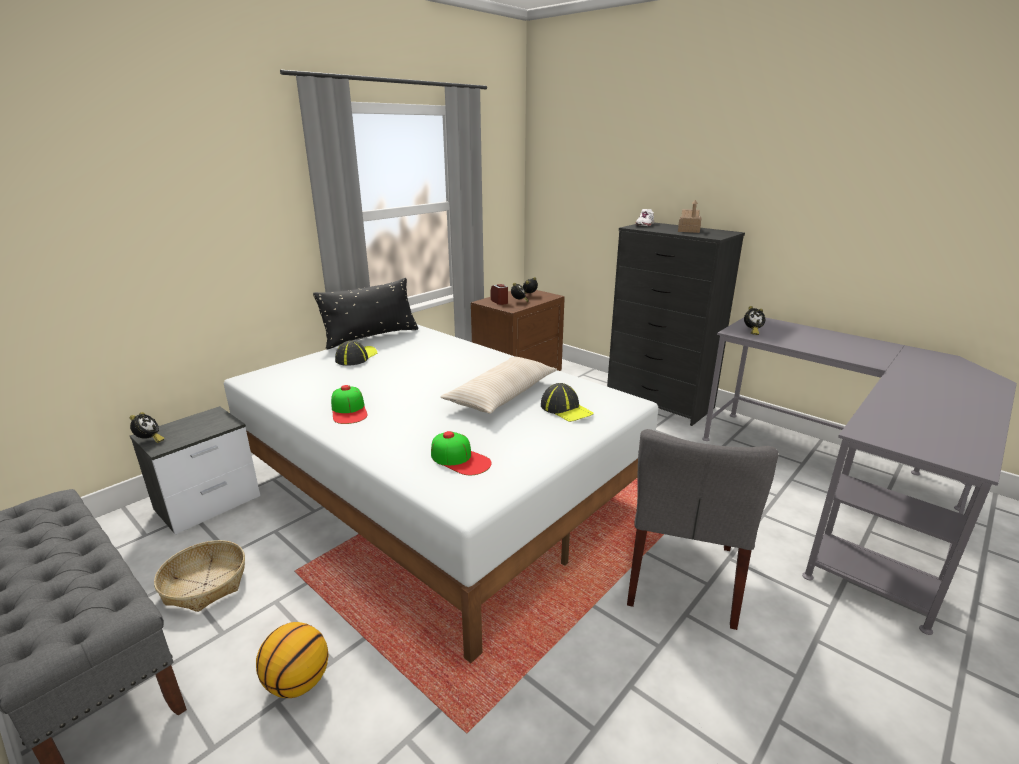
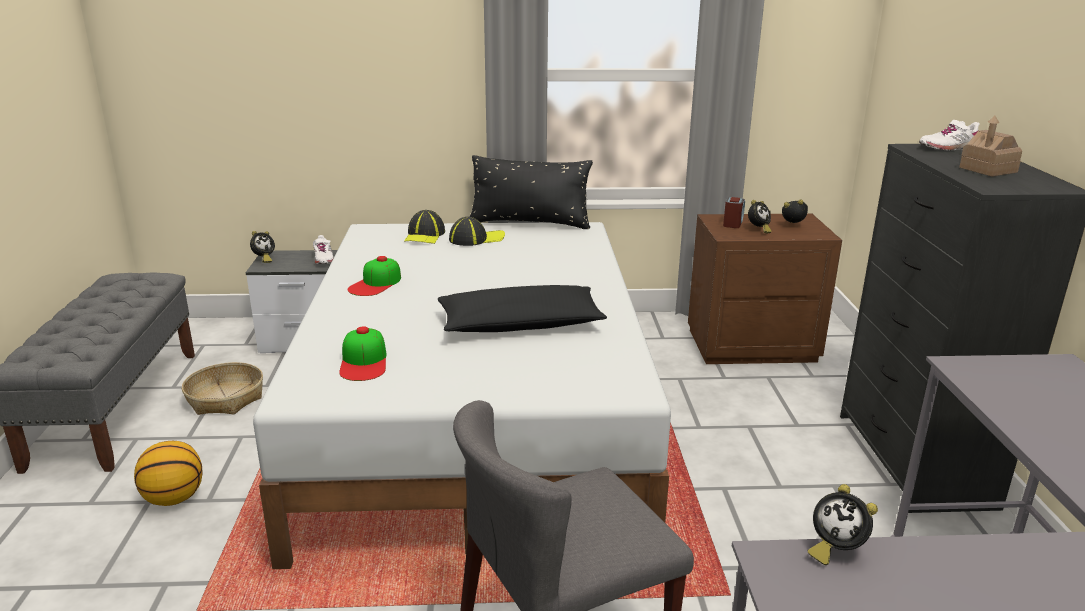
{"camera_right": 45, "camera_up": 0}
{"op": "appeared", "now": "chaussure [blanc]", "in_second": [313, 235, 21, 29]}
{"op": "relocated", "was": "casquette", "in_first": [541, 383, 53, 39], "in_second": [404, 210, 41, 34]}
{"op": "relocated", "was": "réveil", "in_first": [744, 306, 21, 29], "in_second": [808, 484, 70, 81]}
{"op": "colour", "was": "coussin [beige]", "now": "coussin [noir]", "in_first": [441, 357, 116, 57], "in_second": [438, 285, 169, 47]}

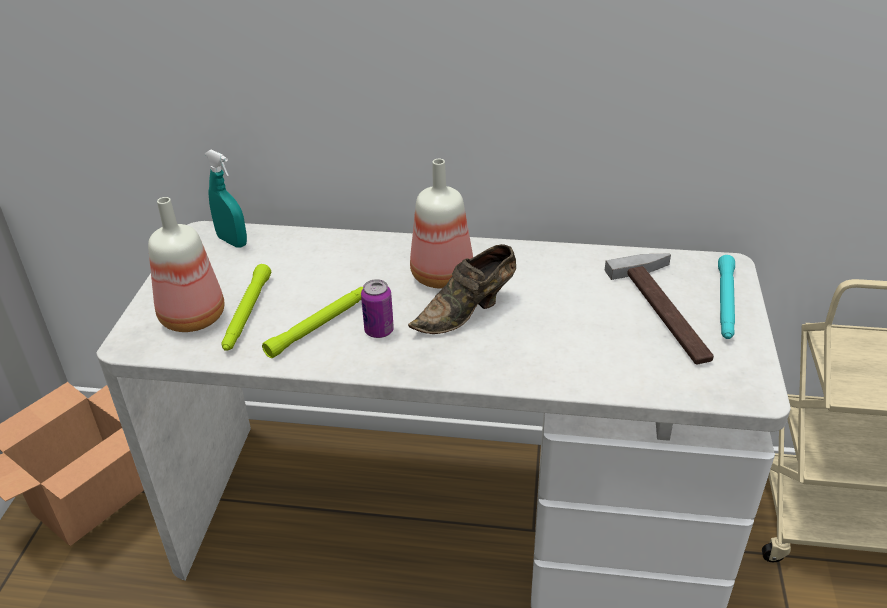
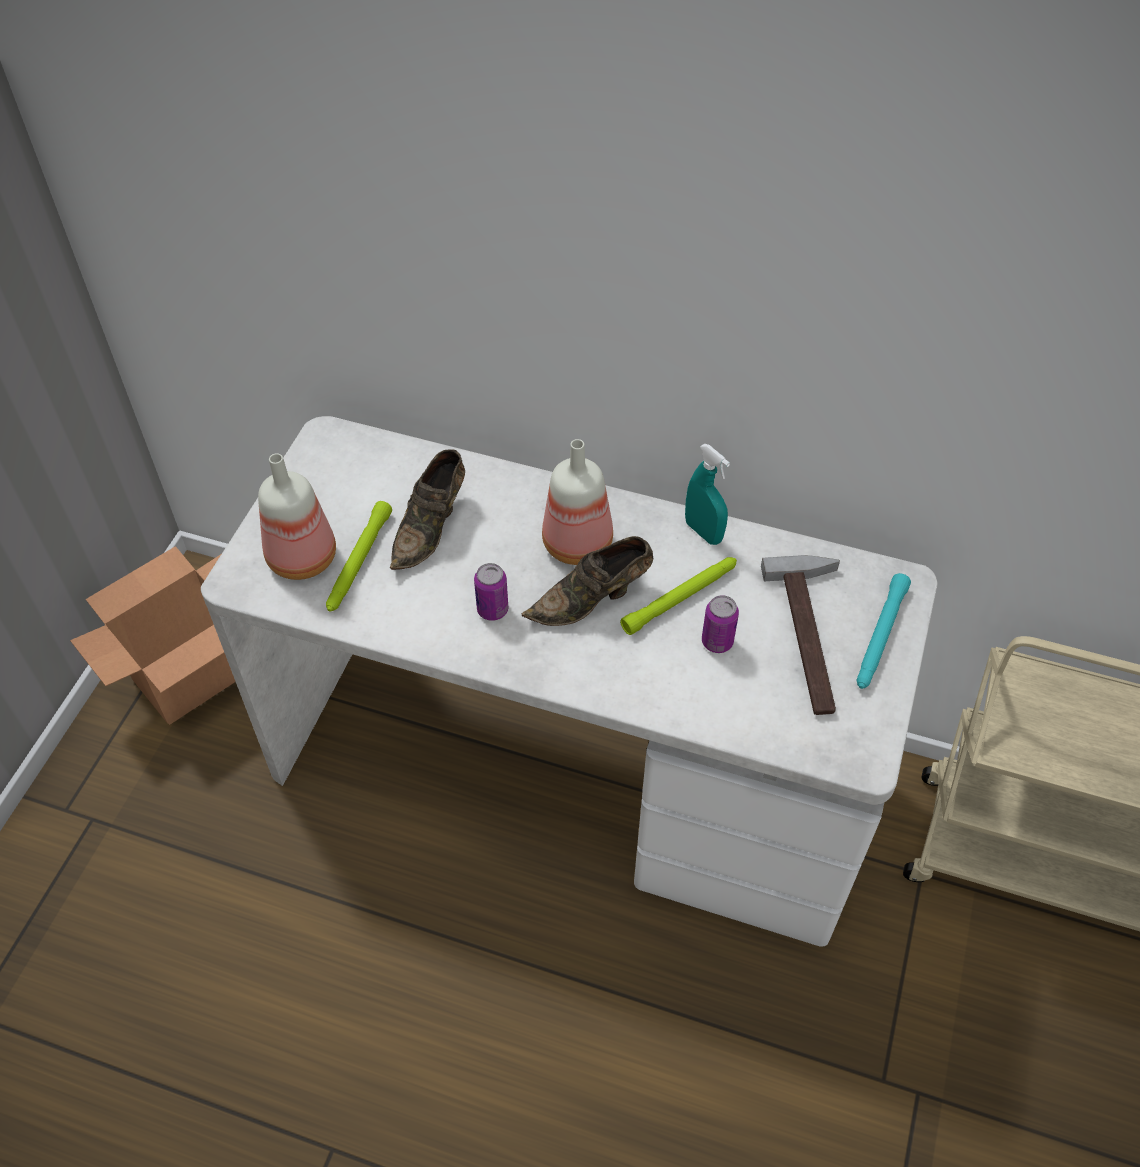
{"camera_right": 10, "camera_up": 15}
{"op": "appeared", "now": "chaussure [marron]", "in_second": [390, 450, 75, 120]}
{"op": "appeared", "now": "boîte métallique", "in_second": [702, 595, 37, 58]}
{"op": "relocated", "was": "vaporisateur [turquoise]", "in_first": [205, 150, 42, 98], "in_second": [685, 444, 45, 101]}
{"op": "relocated", "was": "lampe de poche [vert]", "in_first": [262, 287, 101, 71], "in_second": [620, 557, 117, 78]}

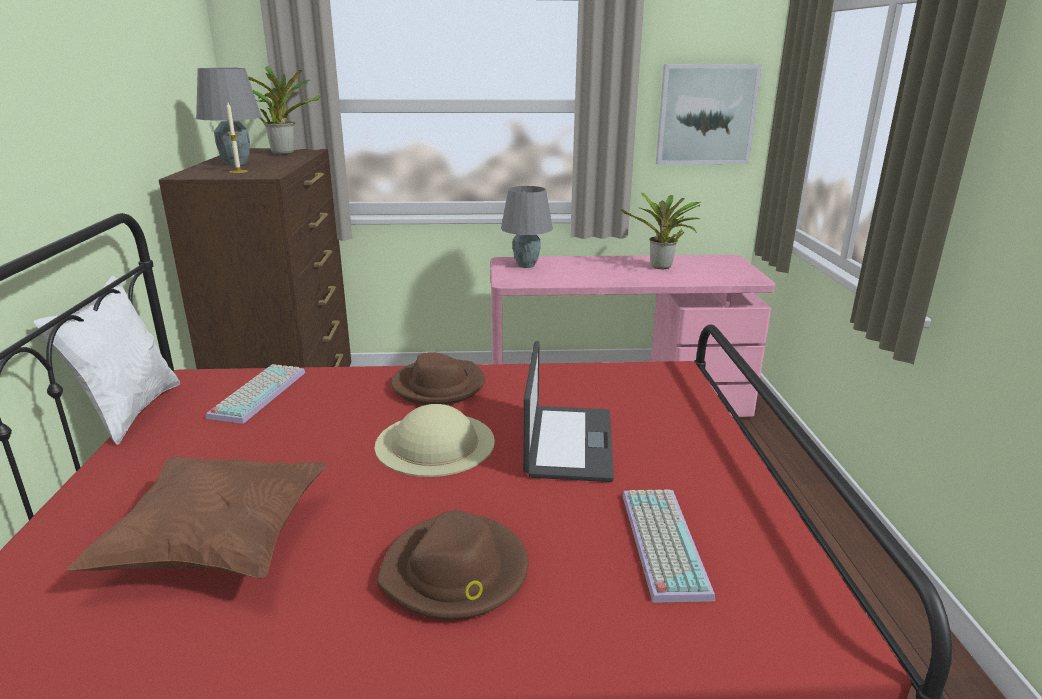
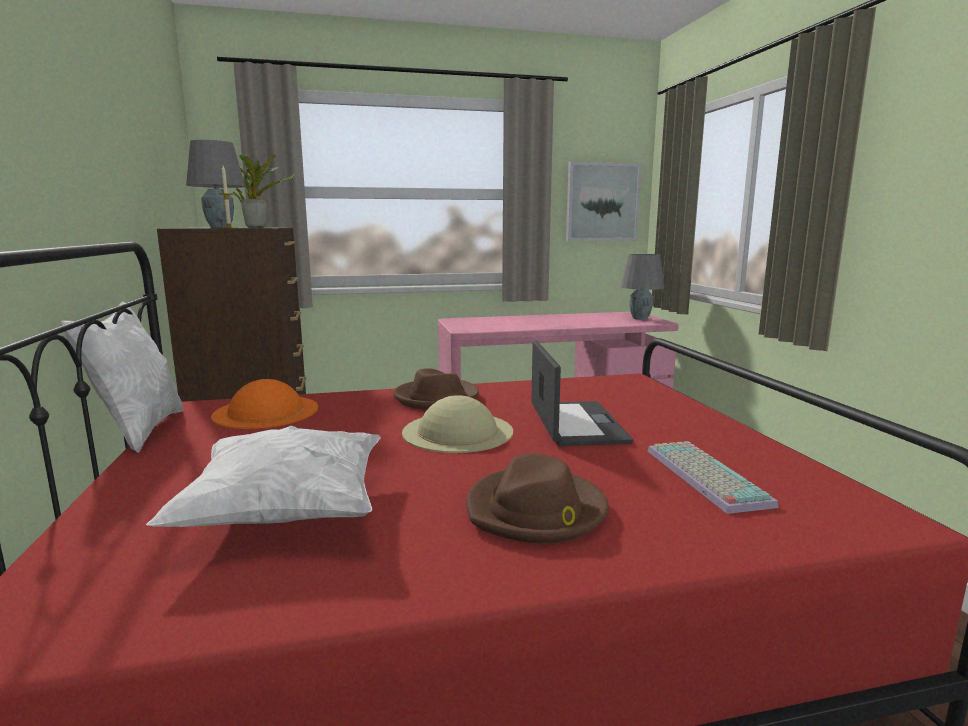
{"camera_right": -10, "camera_up": -10}
{"op": "missing", "was": "plante en pot", "in_first": [621, 193, 80, 76]}
{"op": "relocated", "was": "lampe de table [gris]", "in_first": [501, 186, 52, 82], "in_second": [620, 254, 44, 66]}
{"op": "exchanged", "was": "clavier", "now": "chapeau [orange]", "in_first": [206, 364, 99, 60], "in_second": [211, 379, 107, 50]}
{"op": "colour", "was": "coussin [marron]", "now": "coussin [blanc]", "in_first": [67, 456, 260, 123], "in_second": [146, 426, 235, 101]}

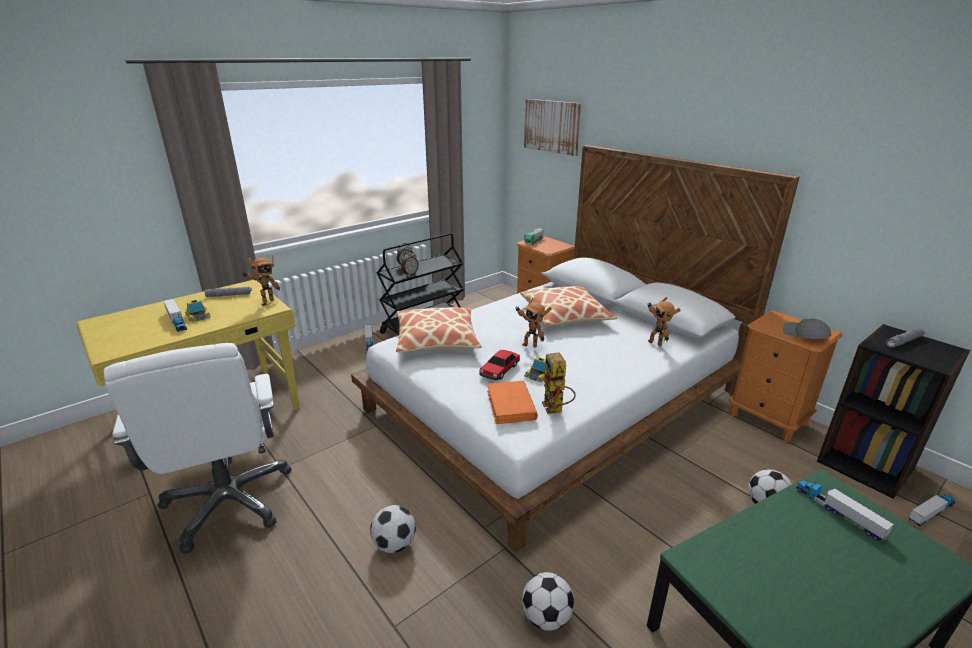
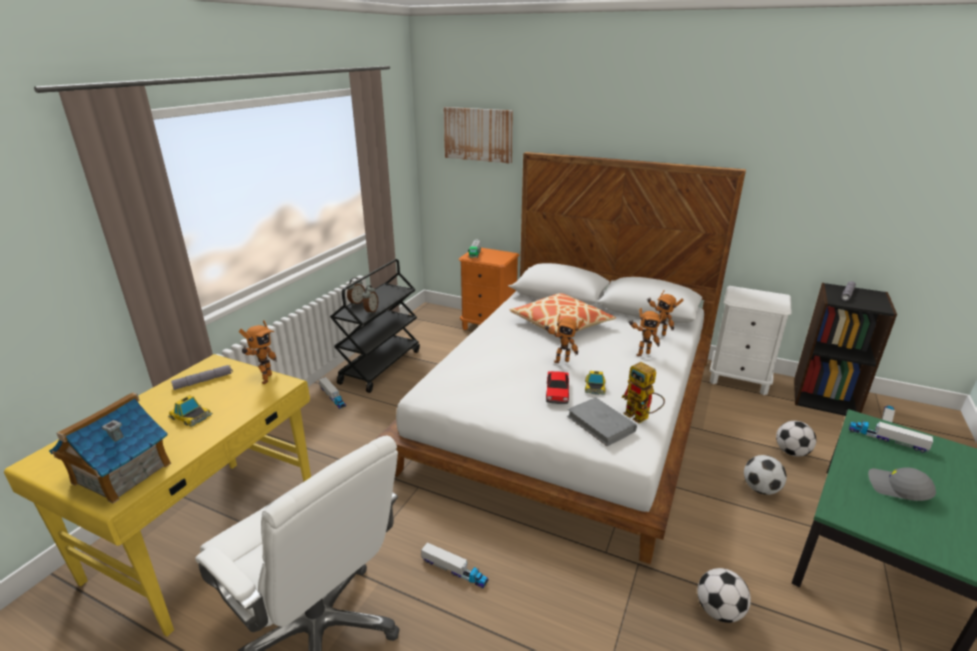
{"camera_right": -25, "camera_up": 0}
{"op": "missing", "was": "coussin", "in_first": [396, 307, 85, 45]}
{"op": "appeared", "now": "maison miniature", "in_second": [49, 392, 122, 112]}
{"op": "appeared", "now": "robot jouet", "in_second": [628, 308, 37, 48]}
{"op": "relocated", "was": "camion jouet", "in_first": [164, 299, 23, 33], "in_second": [421, 542, 68, 46]}
{"op": "relocated", "was": "ballon de foot", "in_first": [370, 505, 46, 48], "in_second": [744, 455, 43, 40]}
{"op": "relocated", "was": "casquette [gris]", "in_first": [783, 319, 48, 20], "in_second": [868, 467, 68, 34]}
{"op": "colour", "was": "livre [orange]", "now": "livre [gris]", "in_first": [487, 381, 51, 43], "in_second": [567, 397, 70, 49]}
{"op": "colour", "was": "table de chevet [orange]", "now": "table de chevet [blanc]", "in_first": [729, 310, 113, 132], "in_second": [710, 286, 82, 109]}

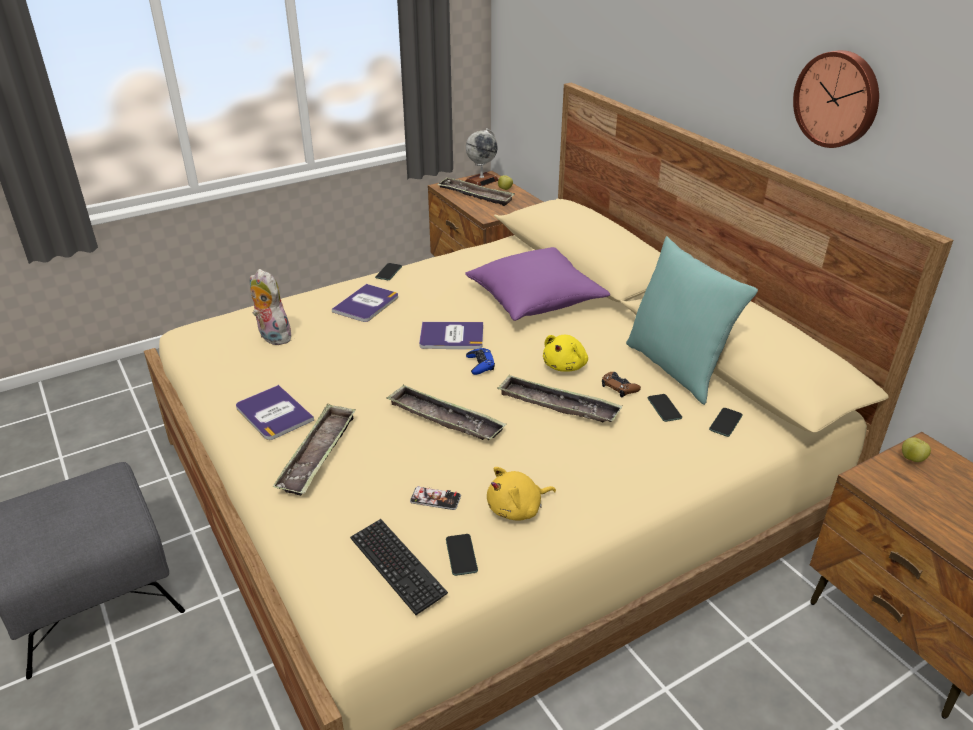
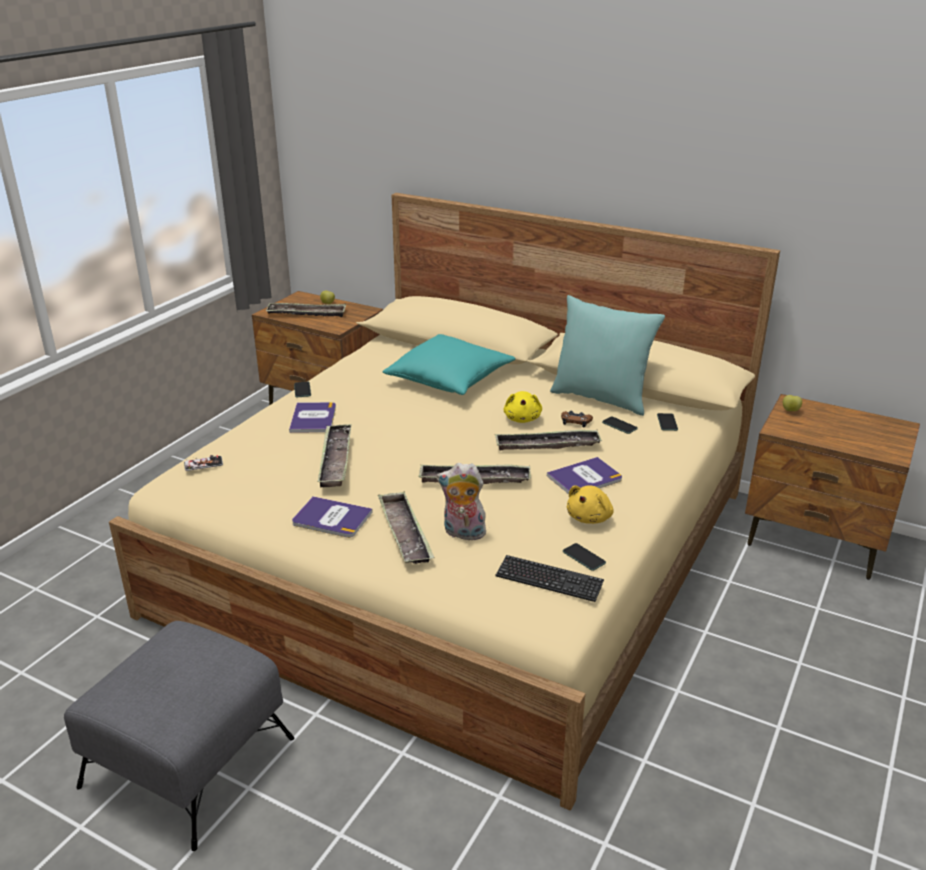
{"camera_right": -30, "camera_up": -5}
{"op": "missing", "was": "globe", "in_first": [465, 128, 34, 58]}
{"op": "missing", "was": "manette [bleu]", "in_first": [466, 348, 29, 27]}
{"op": "missing", "was": "horloge murale", "in_first": [793, 50, 86, 98]}
{"op": "appeared", "now": "plateau", "in_second": [317, 424, 35, 63]}
{"op": "relocated", "was": "peluche", "in_first": [250, 269, 45, 76], "in_second": [437, 463, 49, 77]}
{"op": "relocated", "was": "téléphone", "in_first": [410, 486, 51, 24], "in_second": [184, 455, 39, 16]}
{"op": "relocated", "was": "livre", "in_first": [419, 322, 64, 27], "in_second": [547, 457, 75, 37]}
{"op": "colour", "was": "coussin [violet]", "now": "coussin [turquoise]", "in_first": [465, 247, 145, 74], "in_second": [382, 334, 134, 61]}

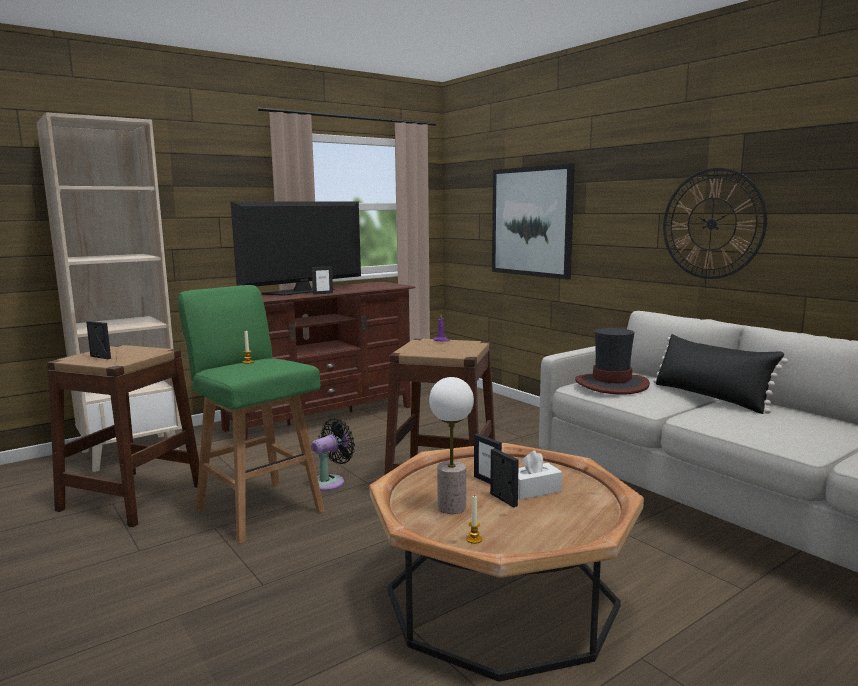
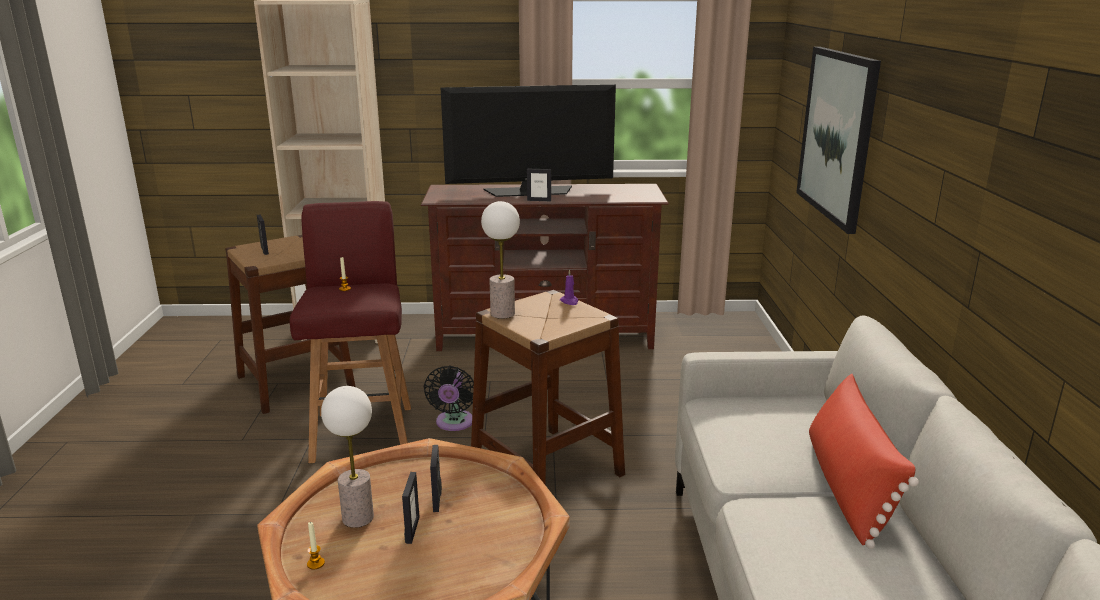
{"camera_right": 35, "camera_up": 10}
{"op": "missing", "was": "boîte à mouchoirs [blanc]", "in_first": [518, 451, 44, 49]}
{"op": "missing", "was": "chapeau", "in_first": [575, 328, 75, 67]}
{"op": "missing", "was": "horloge murale", "in_first": [663, 168, 104, 111]}
{"op": "appeared", "now": "lampe de table", "in_second": [481, 201, 39, 118]}
{"op": "colour", "was": "tabouret [vert]", "now": "tabouret [rouge]", "in_first": [177, 285, 148, 259], "in_second": [290, 201, 121, 262]}
{"op": "colour", "was": "coussin [noir]", "now": "coussin [rouge]", "in_first": [653, 334, 135, 80], "in_second": [809, 374, 110, 175]}
{"op": "spun", "was": "ventilateur [noir]", "in_first": [309, 418, 46, 73], "in_second": [424, 366, 50, 65], "clockwise": 105}

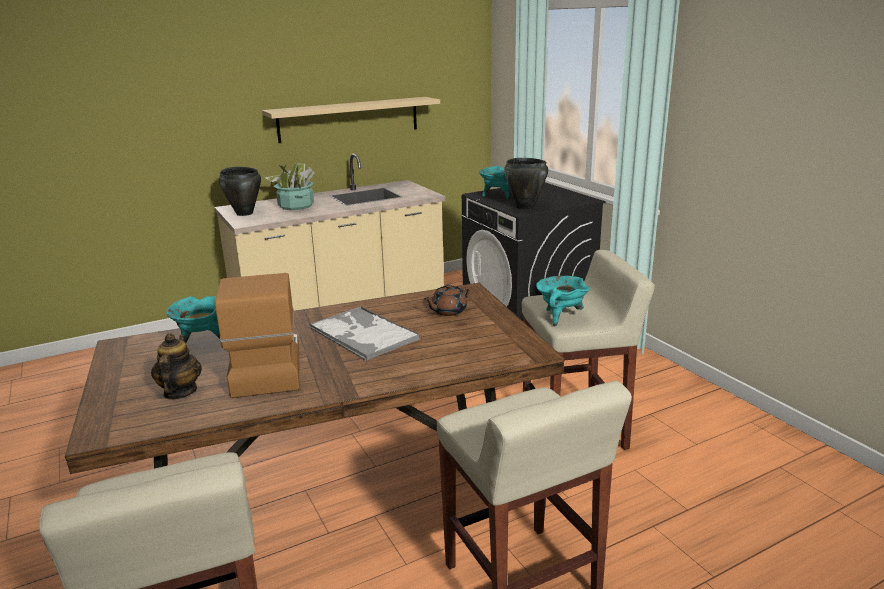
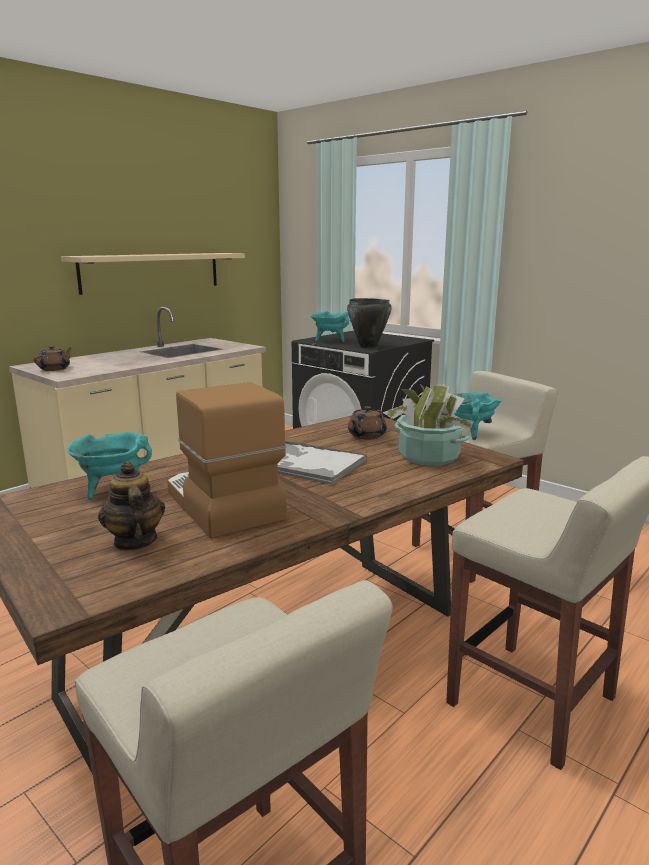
{"camera_right": -20, "camera_up": -5}
{"op": "relocated", "was": "plante en pot", "in_first": [265, 163, 50, 47], "in_second": [382, 384, 92, 82]}
{"op": "exchanged", "was": "marmite [noir]", "now": "théière [marron]", "in_first": [219, 167, 42, 49], "in_second": [34, 346, 38, 25]}

